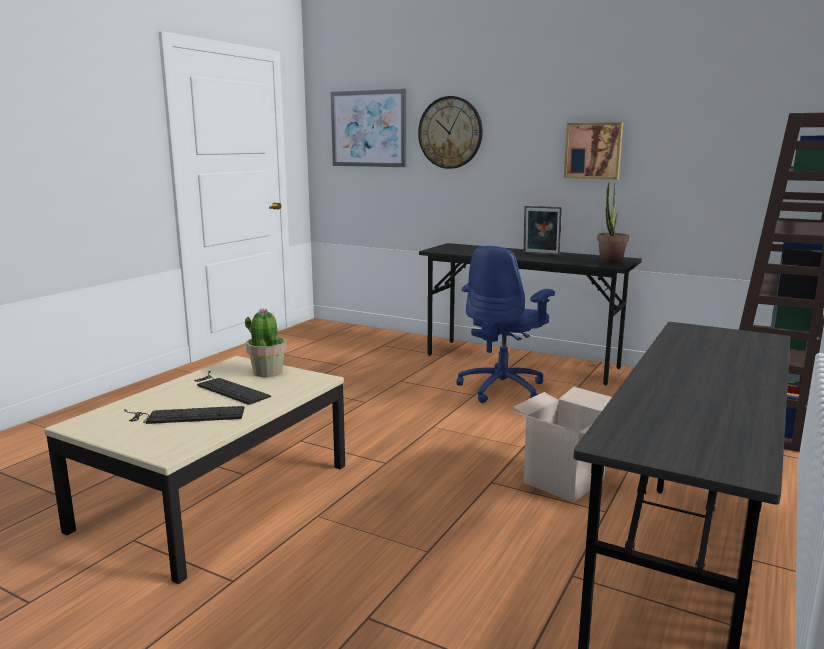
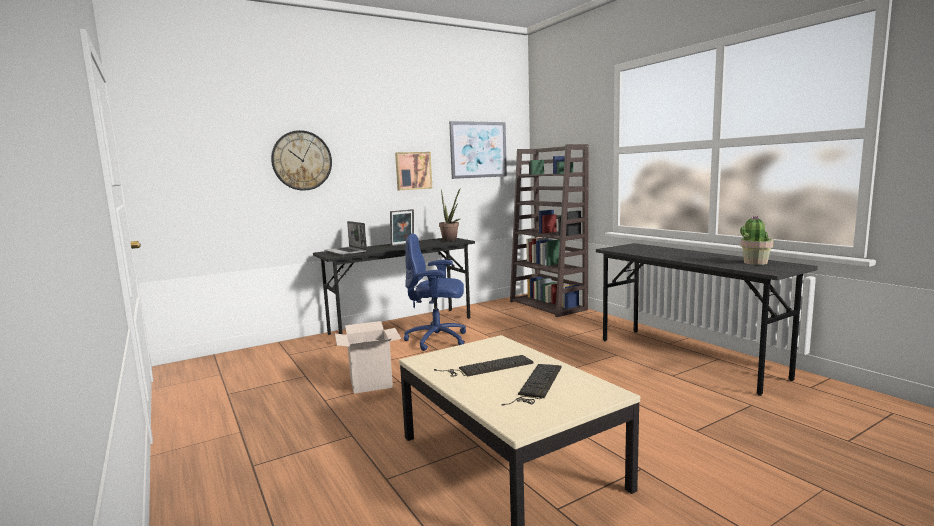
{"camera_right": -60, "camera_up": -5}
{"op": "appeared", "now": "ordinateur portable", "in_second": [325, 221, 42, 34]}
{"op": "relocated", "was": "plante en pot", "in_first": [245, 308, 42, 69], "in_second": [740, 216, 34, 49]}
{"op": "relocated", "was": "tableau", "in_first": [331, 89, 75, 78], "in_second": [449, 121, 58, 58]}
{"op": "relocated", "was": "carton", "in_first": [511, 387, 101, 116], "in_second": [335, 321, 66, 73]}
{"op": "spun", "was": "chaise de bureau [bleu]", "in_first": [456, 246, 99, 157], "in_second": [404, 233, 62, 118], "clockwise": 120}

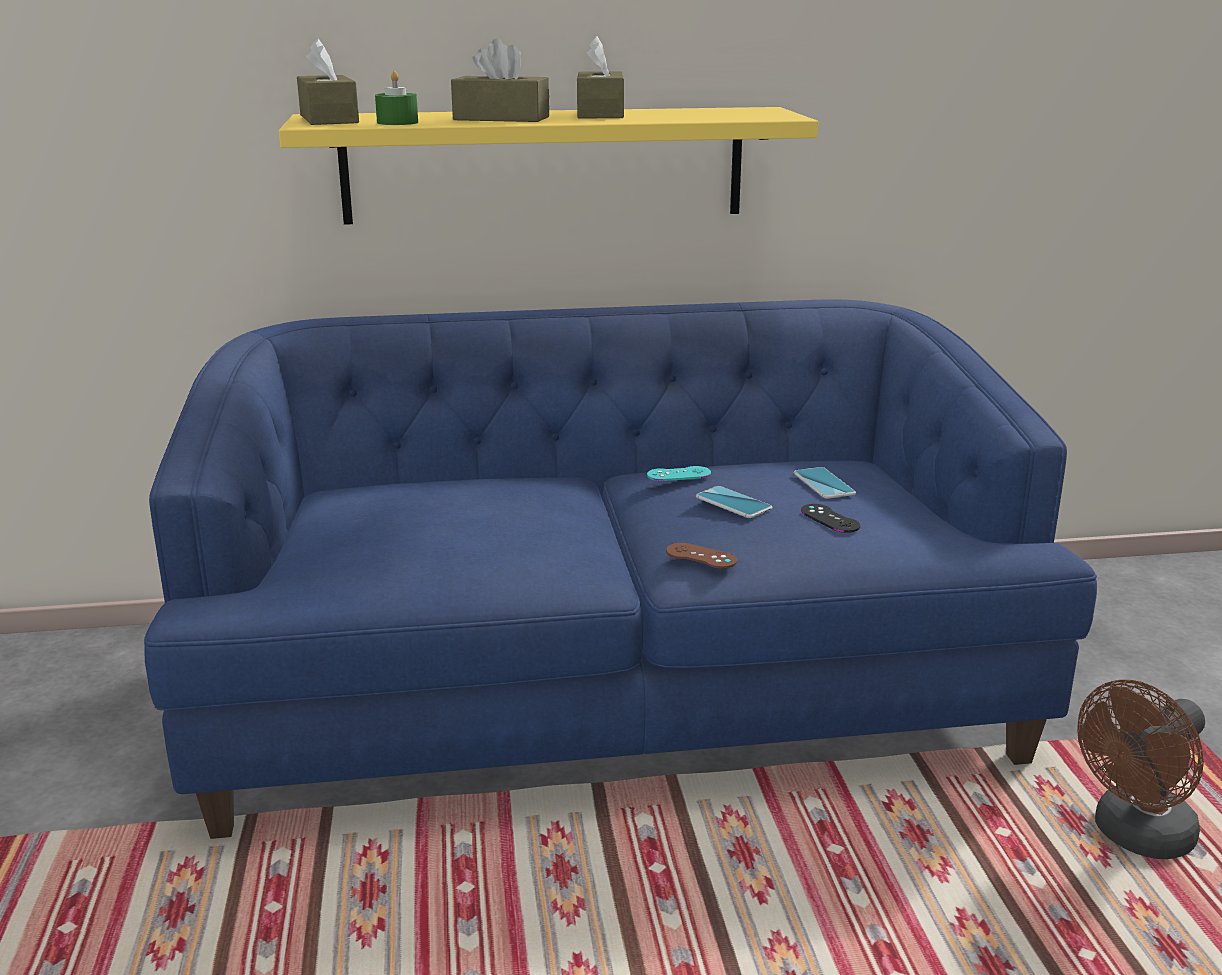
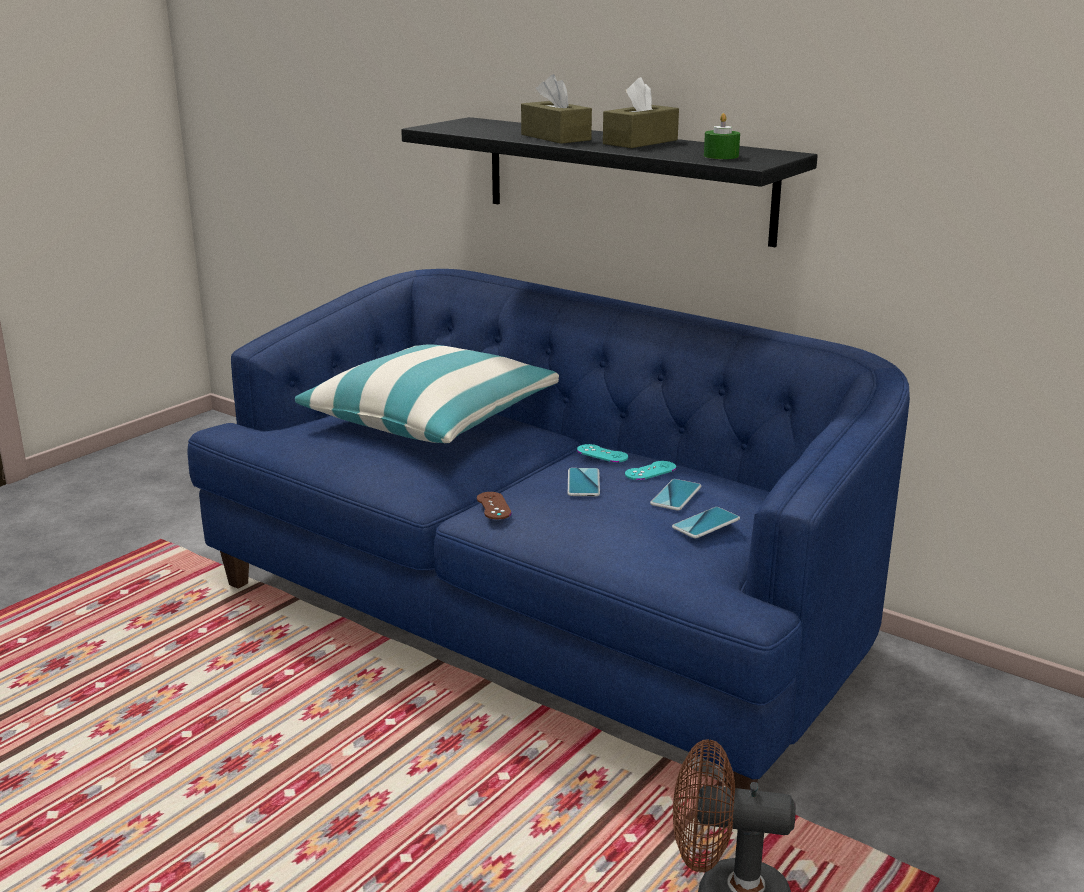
{"camera_right": 45, "camera_up": 0}
{"op": "missing", "was": "boîte à mouchoirs [marron]", "in_first": [297, 38, 62, 87]}
{"op": "missing", "was": "manette [noir]", "in_first": [801, 504, 59, 29]}
{"op": "appeared", "now": "coussin", "in_second": [295, 344, 264, 99]}
{"op": "appeared", "now": "manette [turquoise]", "in_second": [625, 461, 51, 19]}
{"op": "appeared", "now": "téléphone", "in_second": [672, 507, 68, 31]}
{"op": "relocated", "was": "bougie [vert]", "in_first": [375, 71, 43, 54], "in_second": [704, 113, 36, 46]}
{"op": "colour", "was": "étagère [jaune]", "now": "étagère [noir]", "in_first": [279, 107, 539, 118], "in_second": [401, 117, 417, 130]}

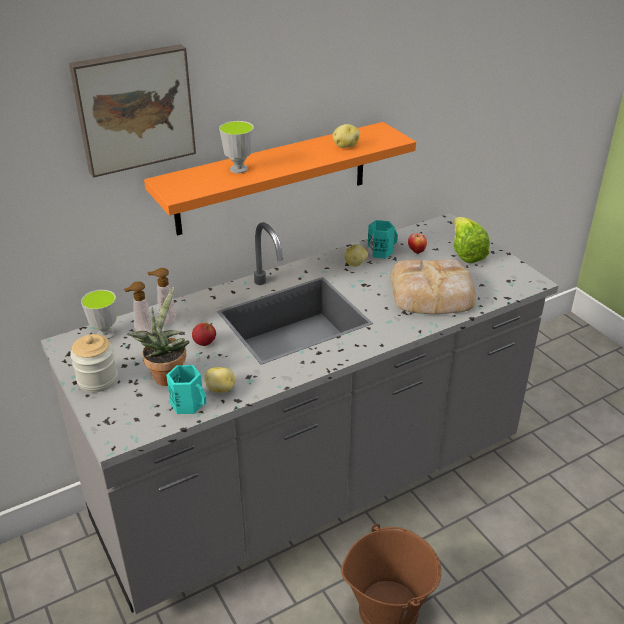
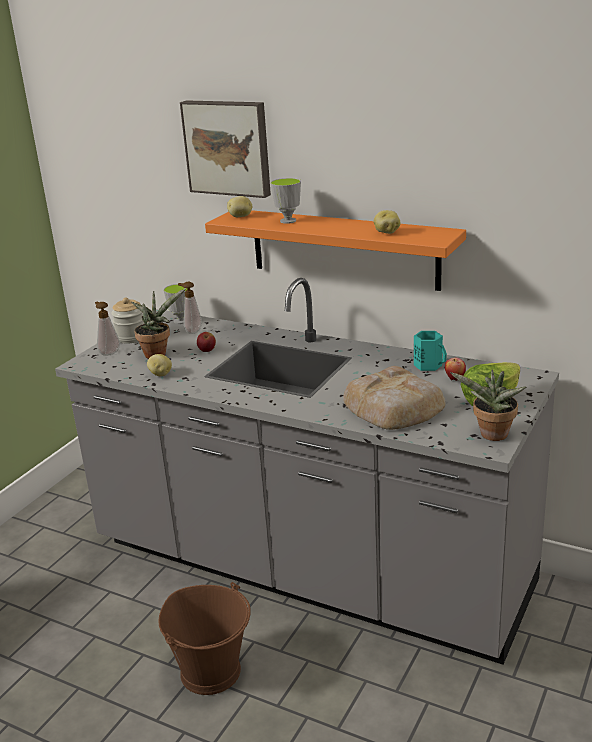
{"camera_right": 60, "camera_up": -10}
{"op": "missing", "was": "mug [turquoise]", "in_first": [166, 365, 40, 49]}
{"op": "appeared", "now": "plante en pot", "in_second": [450, 369, 76, 72]}
{"op": "relocated", "was": "distributeur de savon", "in_first": [148, 268, 28, 58], "in_second": [95, 301, 25, 55]}
{"op": "relocated", "was": "pomme de terre", "in_first": [344, 244, 24, 23], "in_second": [227, 196, 25, 21]}

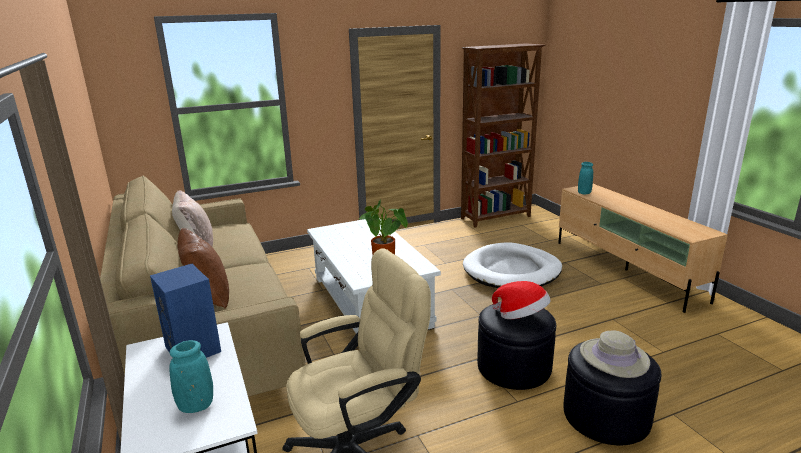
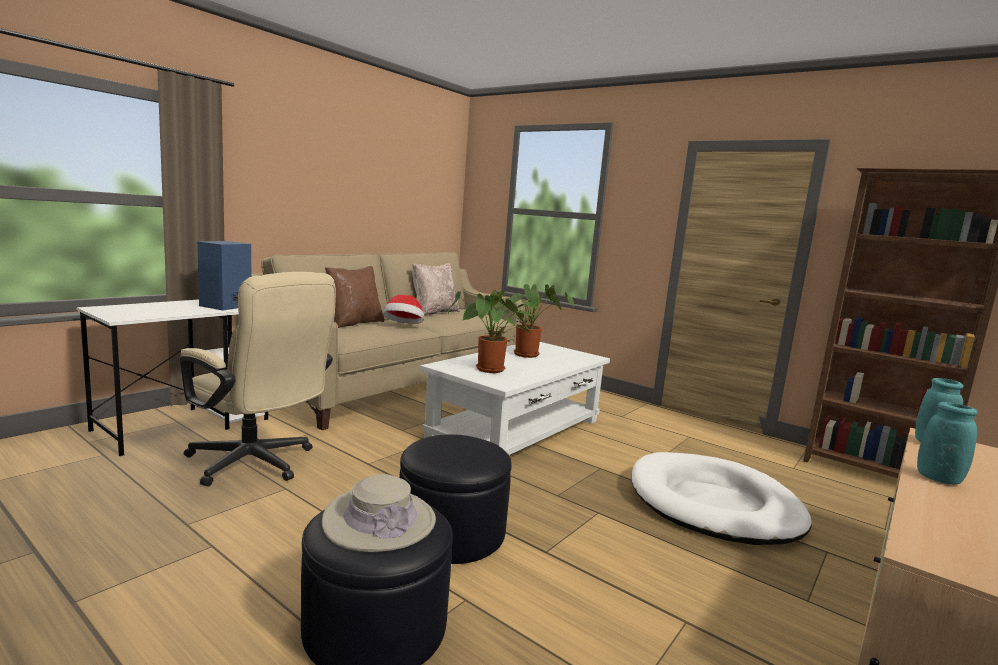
{"camera_right": 60, "camera_up": -10}
{"op": "appeared", "now": "plante en pot", "in_second": [497, 284, 77, 74]}
{"op": "relocated", "was": "vase [turquoise]", "in_first": [169, 340, 44, 73], "in_second": [917, 402, 61, 83]}
{"op": "relocated", "was": "chapeau", "in_first": [492, 281, 59, 38], "in_second": [383, 295, 41, 29]}

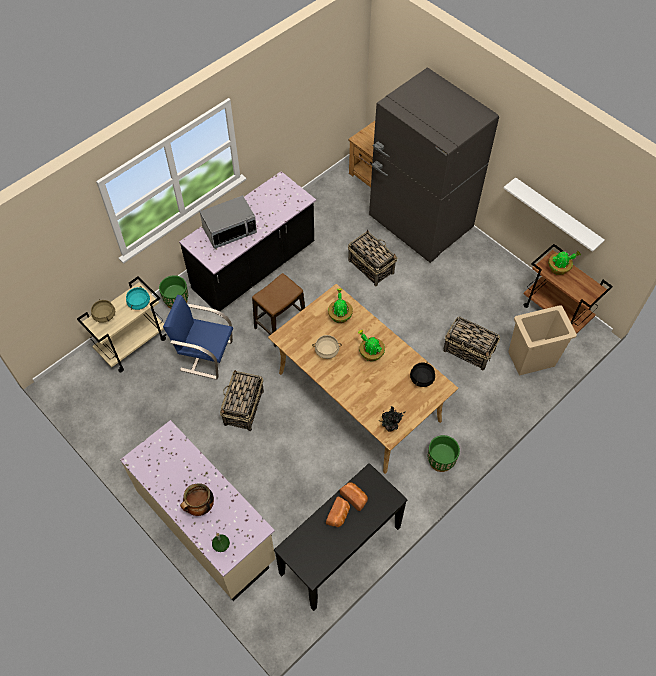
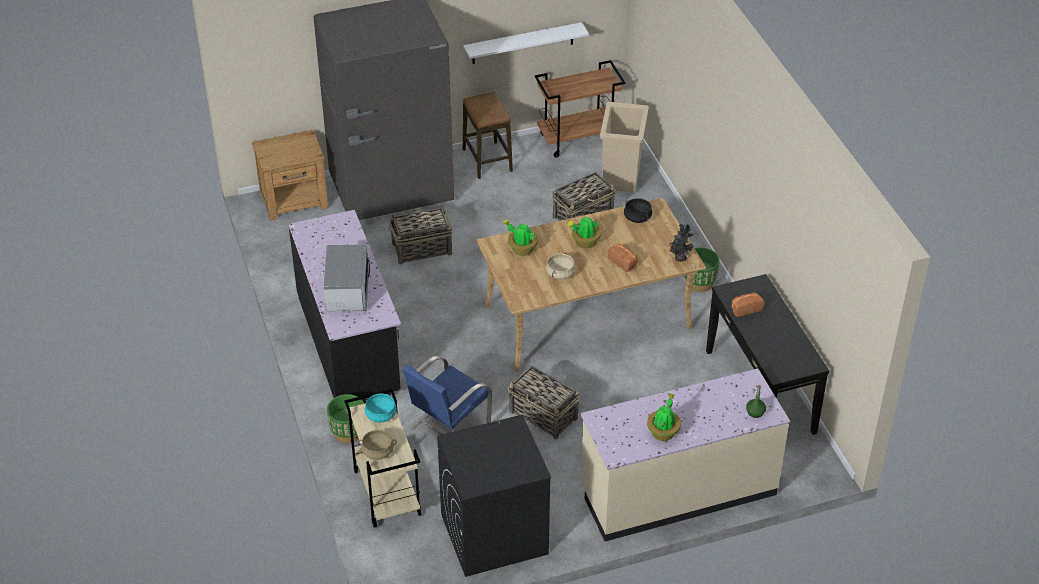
{"camera_right": -65, "camera_up": -15}
{"op": "missing", "was": "marmite", "in_first": [180, 483, 34, 33]}
{"op": "appeared", "now": "lave-linge [noir]", "in_second": [437, 415, 114, 162]}
{"op": "relocated", "was": "tabouret", "in_first": [252, 273, 53, 74], "in_second": [463, 92, 50, 87]}
{"op": "relocated", "was": "pain", "in_first": [326, 496, 24, 31], "in_second": [608, 244, 30, 28]}
{"op": "relocated", "was": "plante en pot", "in_first": [549, 251, 32, 24], "in_second": [647, 393, 34, 48]}

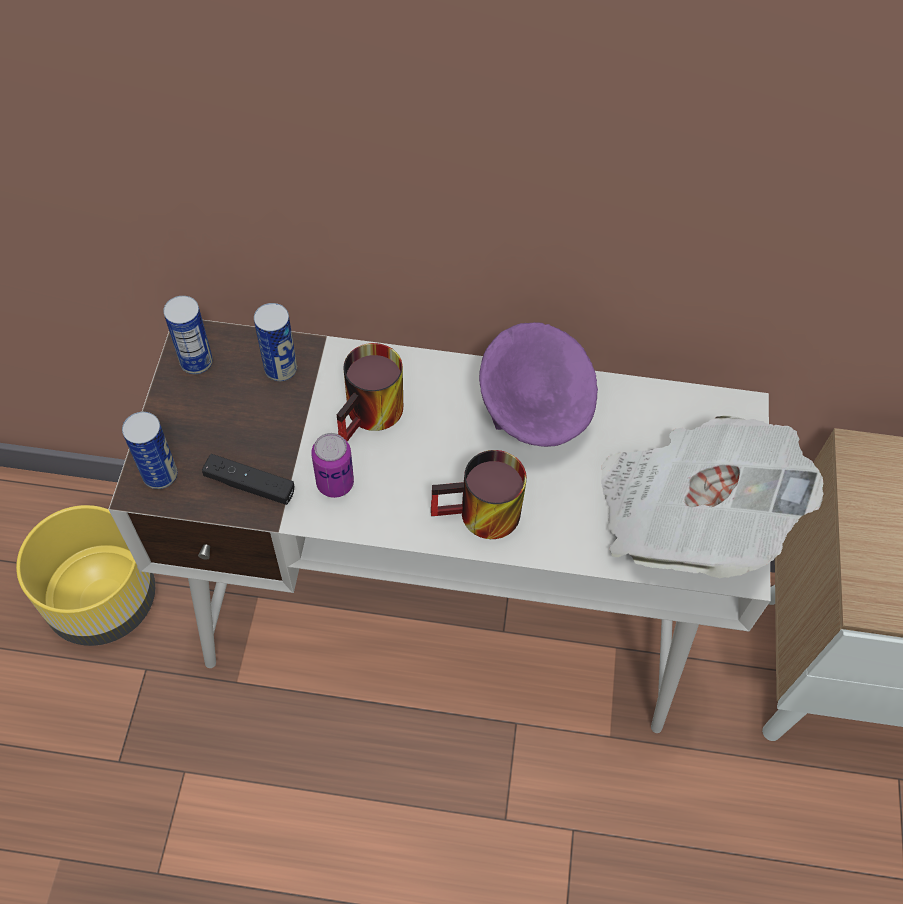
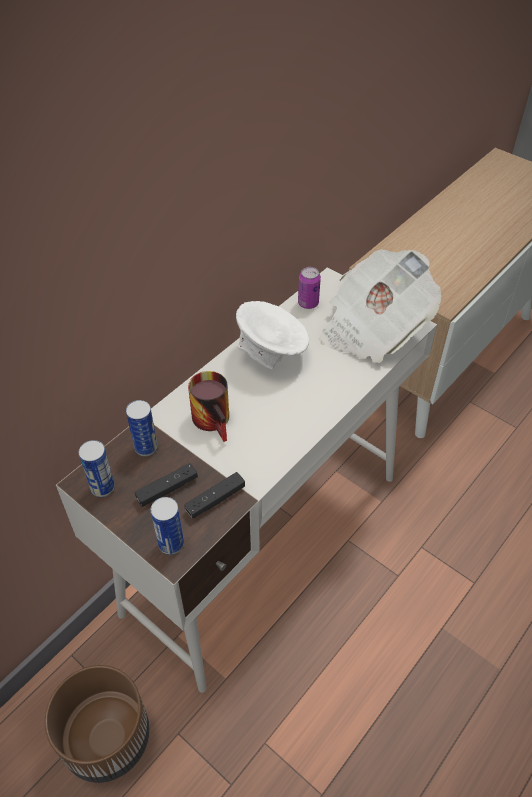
{"camera_right": -55, "camera_up": -10}
{"op": "missing", "was": "mug", "in_first": [431, 450, 96, 89]}
{"op": "appeared", "now": "manette [noir]", "in_second": [135, 463, 63, 44]}
{"op": "relocated", "was": "boîte métallique", "in_first": [311, 433, 43, 65], "in_second": [298, 267, 23, 42]}
{"op": "colour", "was": "cache-pot [jaune]", "now": "cache-pot [marron]", "in_first": [16, 505, 139, 141], "in_second": [45, 665, 105, 118]}
{"op": "colour", "was": "bol [violet]", "now": "bol [blanc]", "in_first": [479, 322, 119, 125], "in_second": [236, 301, 73, 68]}

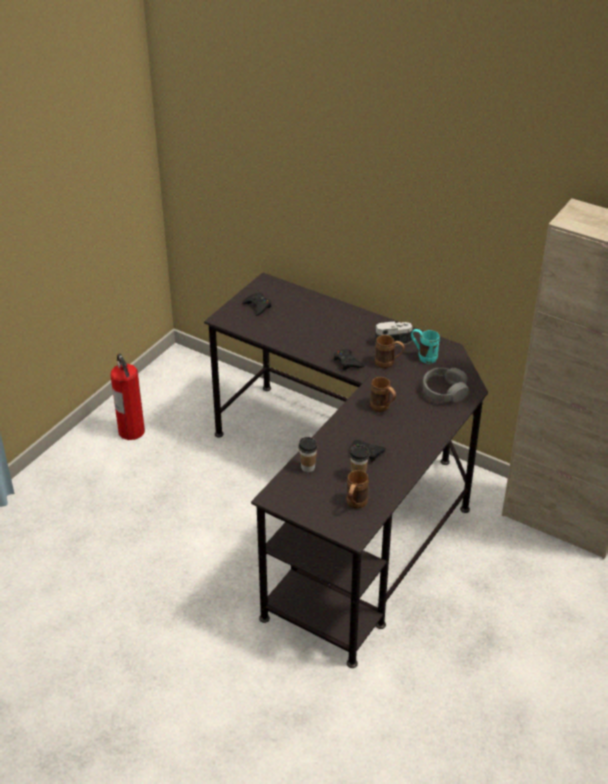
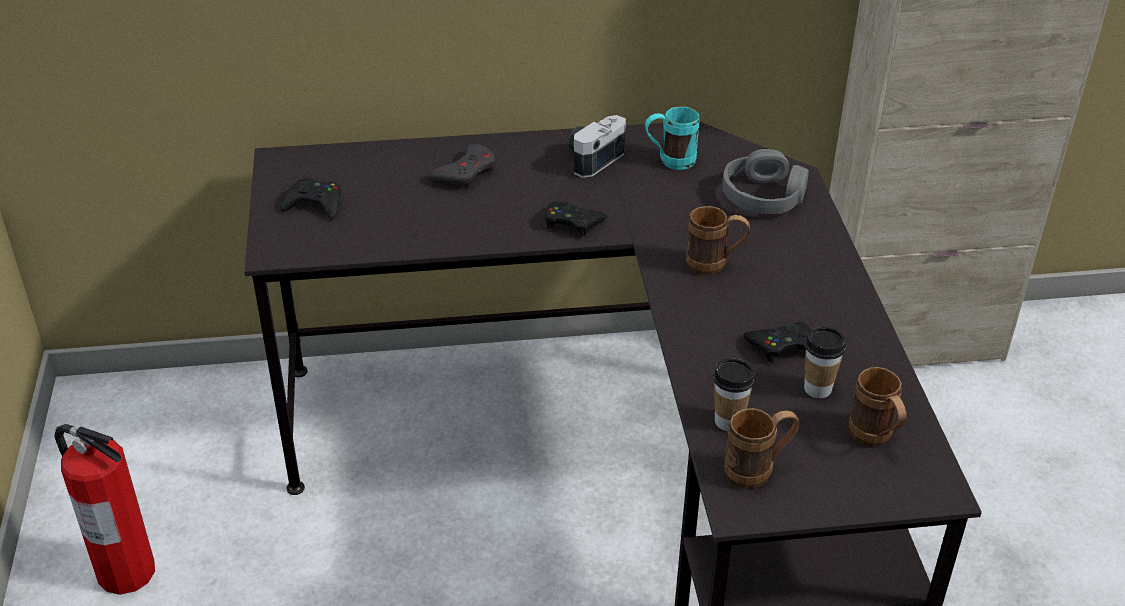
{"camera_right": -40, "camera_up": 0}
{"op": "appeared", "now": "manette [gris]", "in_second": [428, 144, 67, 44]}
{"op": "relocated", "was": "mug [marron]", "in_first": [375, 335, 30, 34], "in_second": [724, 408, 76, 81]}

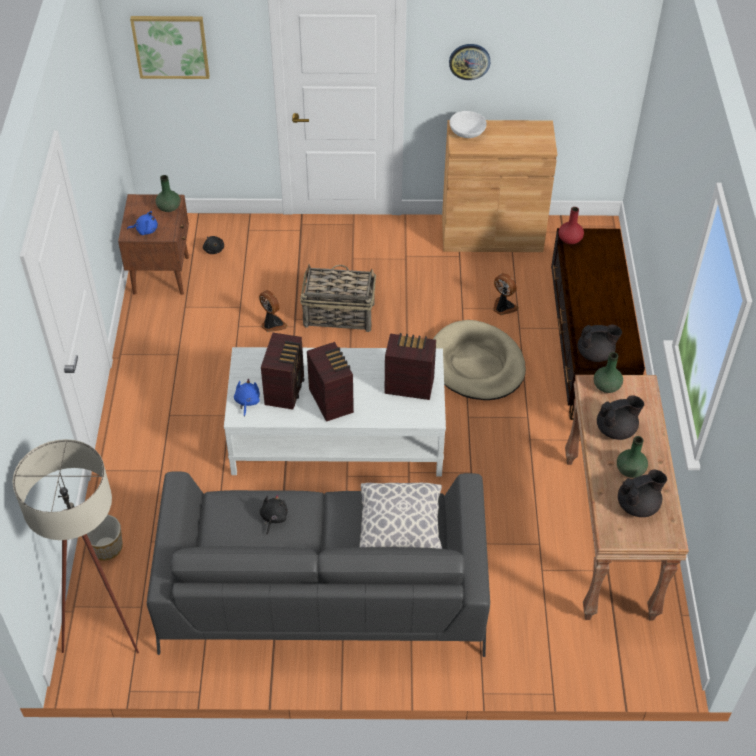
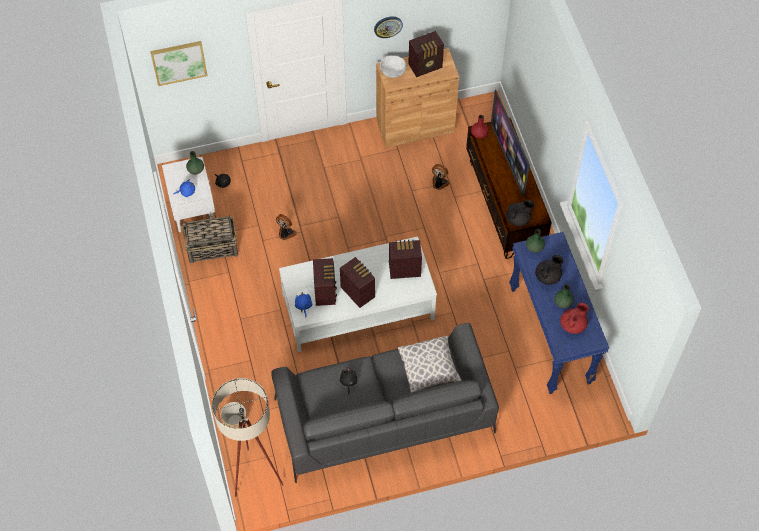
{"camera_right": -15, "camera_up": 10}
{"op": "missing", "was": "panier pour chien [beige]", "in_first": [433, 320, 93, 80]}
{"op": "appeared", "now": "radio", "in_second": [408, 31, 36, 46]}
{"op": "appeared", "now": "téléviseur", "in_second": [491, 90, 39, 107]}
{"op": "relocated", "was": "panier", "in_first": [300, 264, 76, 68], "in_second": [182, 214, 56, 50]}
{"op": "colour", "was": "table de chevet [marron]", "now": "table de chevet [blanc]", "in_first": [118, 194, 71, 101], "in_second": [162, 157, 53, 75]}
{"op": "colour", "was": "table console [marron]", "now": "table console [bleu]", "in_first": [565, 375, 124, 245], "in_second": [509, 232, 100, 162]}
{"op": "colour", "was": "théière [noir]", "now": "théière [rouge]", "in_first": [618, 470, 49, 47], "in_second": [560, 303, 29, 31]}

